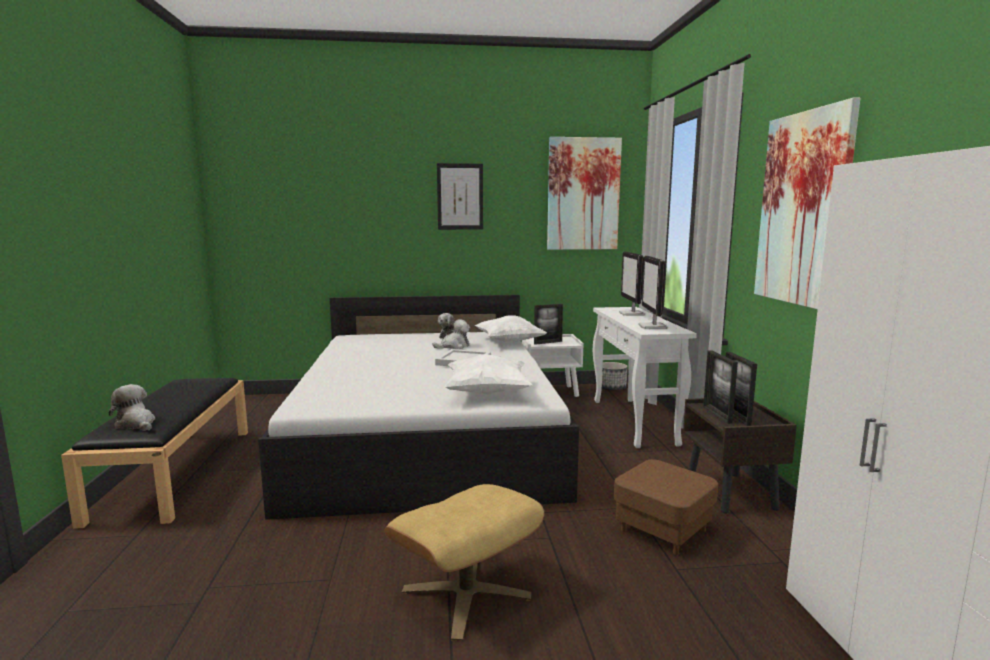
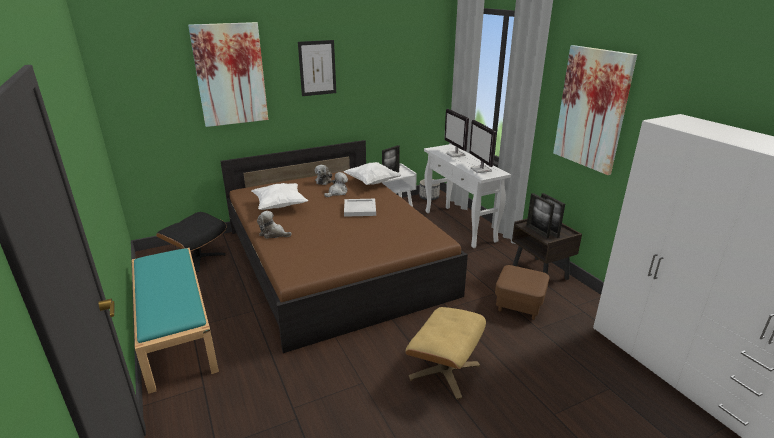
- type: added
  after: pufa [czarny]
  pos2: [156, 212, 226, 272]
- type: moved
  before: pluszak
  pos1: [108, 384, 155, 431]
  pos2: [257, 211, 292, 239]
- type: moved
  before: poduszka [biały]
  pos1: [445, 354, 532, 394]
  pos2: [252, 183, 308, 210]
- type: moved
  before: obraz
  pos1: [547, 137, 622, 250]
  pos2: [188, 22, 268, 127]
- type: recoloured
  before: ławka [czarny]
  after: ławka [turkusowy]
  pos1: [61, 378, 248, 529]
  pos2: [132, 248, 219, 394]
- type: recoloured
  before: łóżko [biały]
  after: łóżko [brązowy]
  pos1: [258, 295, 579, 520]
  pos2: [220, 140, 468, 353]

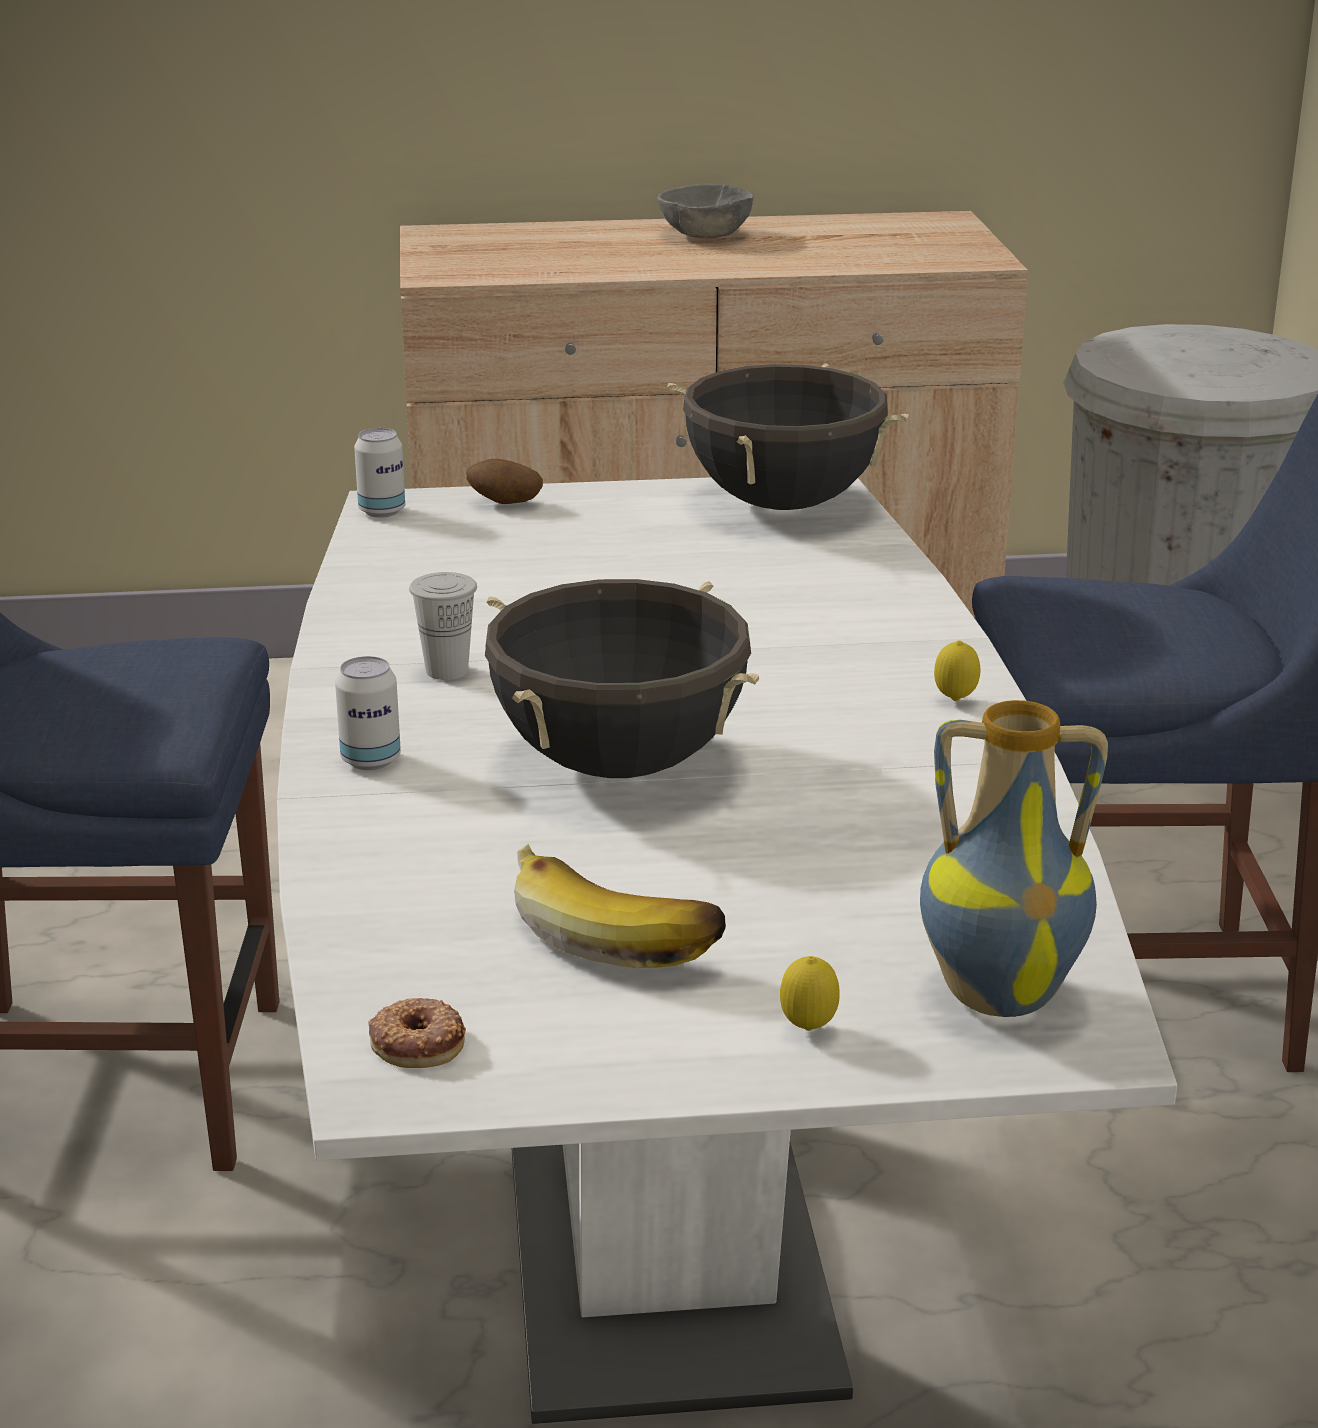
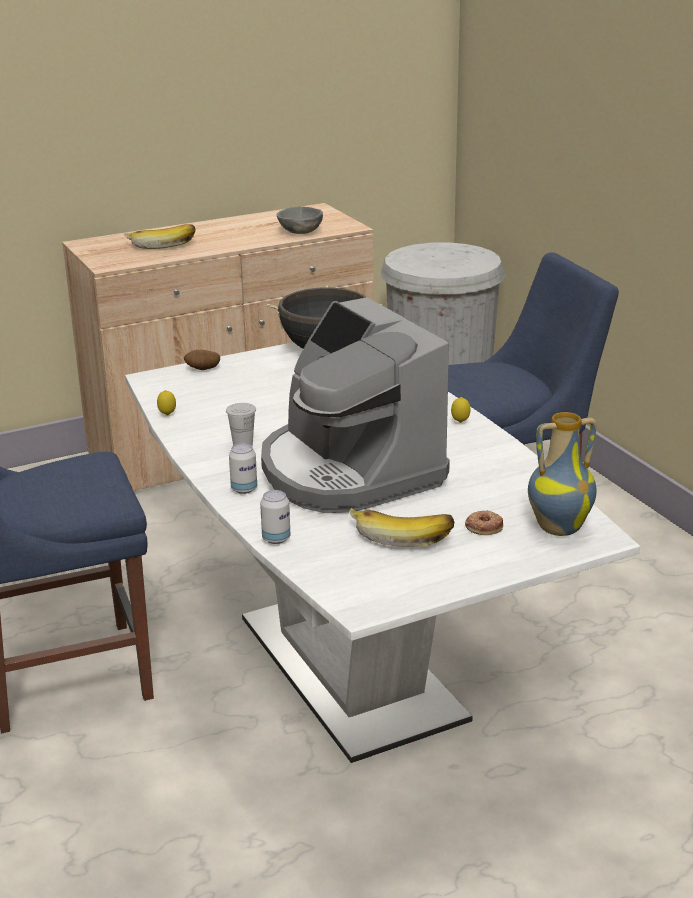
- type: added
  after: banan
  pos2: [124, 224, 195, 249]
- type: moved
  before: puszka
  pos1: [354, 428, 405, 518]
  pos2: [260, 490, 291, 544]
- type: moved
  before: donut
  pos1: [369, 998, 466, 1068]
  pos2: [465, 510, 503, 535]
- type: moved
  before: miska [szary]
  pos1: [657, 184, 754, 238]
  pos2: [277, 207, 323, 234]
- type: moved
  before: cytryna
  pos1: [780, 956, 840, 1031]
  pos2: [157, 390, 176, 415]
- type: replaced
  before: garnek [czarny]
  after: ekspres do kawy
  pos1: [485, 579, 759, 778]
  pos2: [261, 297, 450, 513]

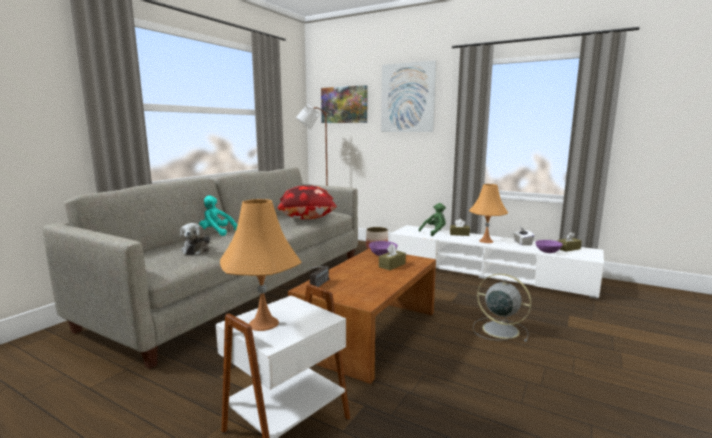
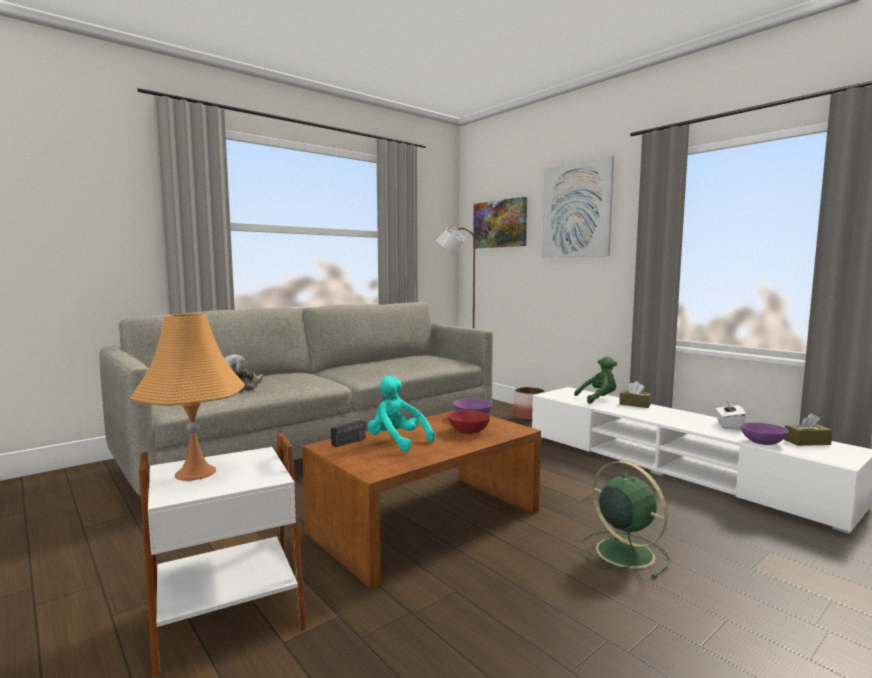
- type: removed
  before: poduszka
  pos1: [278, 185, 337, 219]
- type: removed
  before: lampa stołowa [pomarańczowy]
  pos1: [469, 184, 508, 243]
- type: moved
  before: pluszak [turkusowy]
  pos1: [199, 195, 237, 236]
  pos2: [368, 376, 435, 451]
- type: replaced
  before: pudełko chusteczek [brązowy]
  after: miska [czerwony]
  pos1: [379, 243, 406, 270]
  pos2: [447, 410, 490, 434]
- type: recoloured
  before: wentylator [szary]
  after: wentylator [zielony]
  pos1: [473, 274, 531, 342]
  pos2: [579, 461, 670, 578]

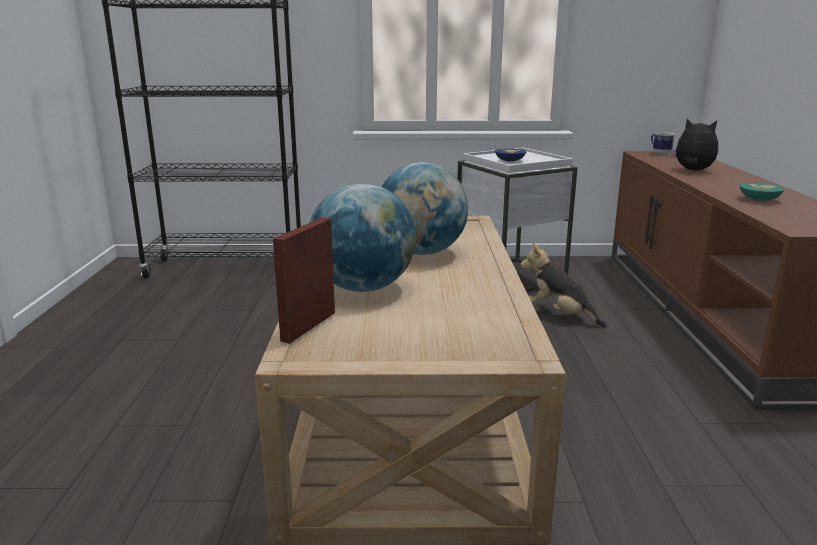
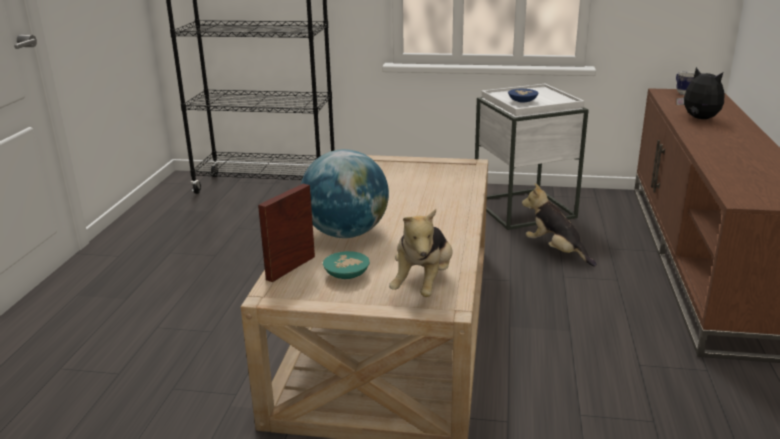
- type: removed
  before: globus
  pos1: [381, 162, 468, 255]
- type: added
  after: pluszak
  pos2: [389, 209, 453, 297]
- type: moved
  before: miska [turkusowy]
  pos1: [739, 183, 785, 201]
  pos2: [323, 251, 370, 279]

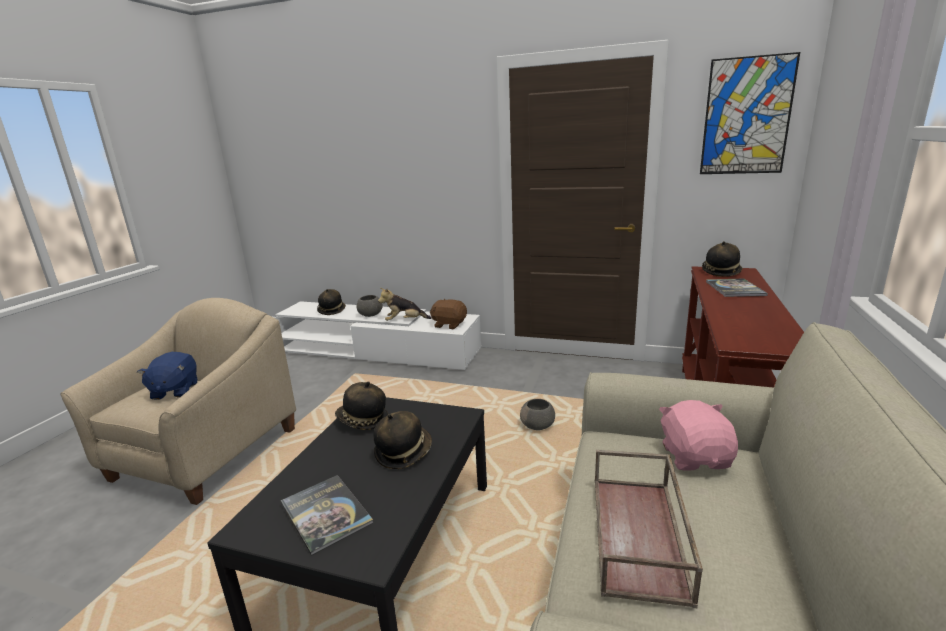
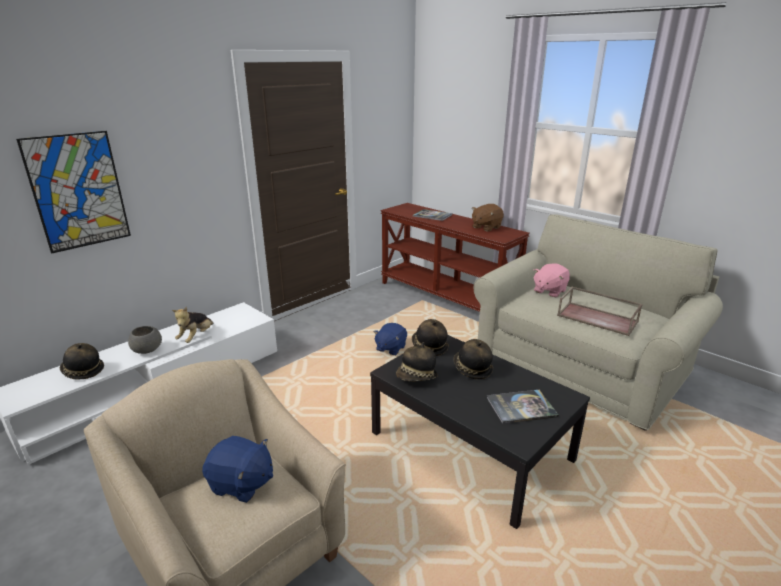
- type: moved
  before: pluszak [brązowy]
  pos1: [430, 299, 467, 329]
  pos2: [472, 204, 504, 231]
- type: moved
  before: obraz
  pos1: [700, 52, 800, 174]
  pos2: [16, 131, 131, 254]
- type: moved
  before: kapelusz
  pos1: [702, 241, 743, 277]
  pos2: [412, 319, 449, 356]
- type: replaced
  before: miska [szary]
  after: pluszak [niebieski]
  pos1: [520, 399, 555, 430]
  pos2: [374, 323, 407, 355]
- type: turned
  before: pluszak [różowy]
  pos1: [659, 400, 738, 471]
  pos2: [533, 263, 570, 297]
  turn: -75

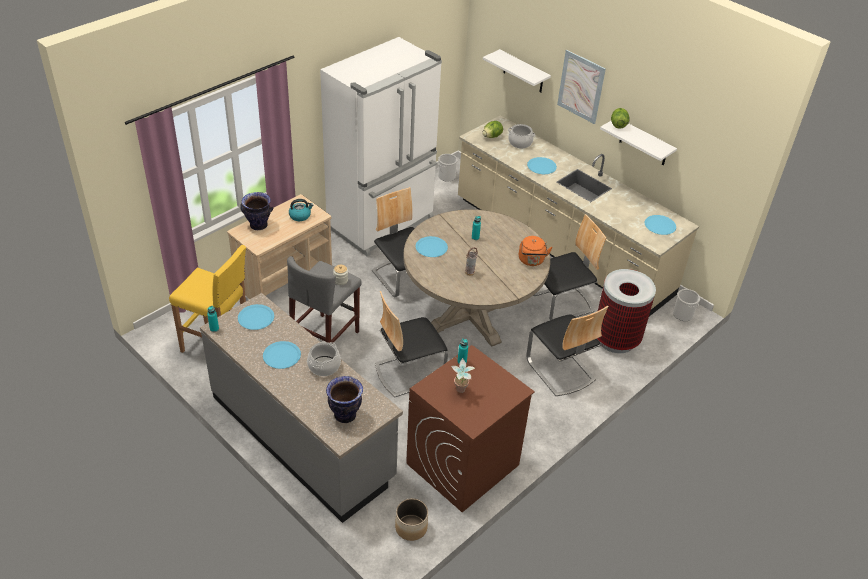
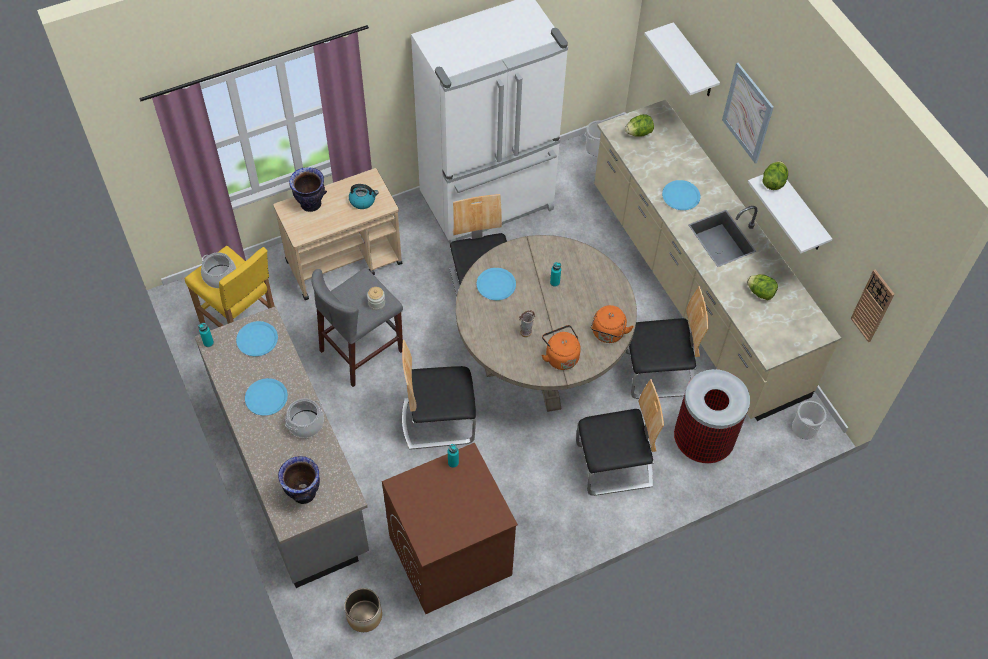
- type: removed
  before: roślina doniczkowa
  pos1: [451, 358, 475, 393]
- type: removed
  before: talerz [niebieski]
  pos1: [645, 215, 676, 235]
- type: added
  after: czajnik [pomarańczowy]
  pos2: [542, 325, 581, 370]
- type: added
  after: sałata
  pos2: [747, 274, 778, 300]
- type: added
  after: zegar ścienny
  pos2: [851, 270, 895, 342]
- type: moved
  before: garnek
  pos1: [508, 124, 535, 149]
  pos2: [201, 252, 236, 288]
- type: turned
  before: krzesło
  pos1: [526, 306, 609, 396]
  pos2: [576, 379, 664, 496]
  turn: -90

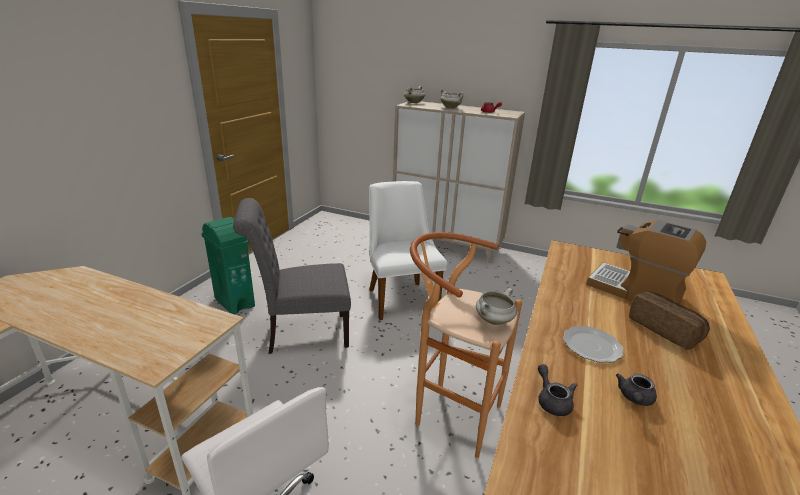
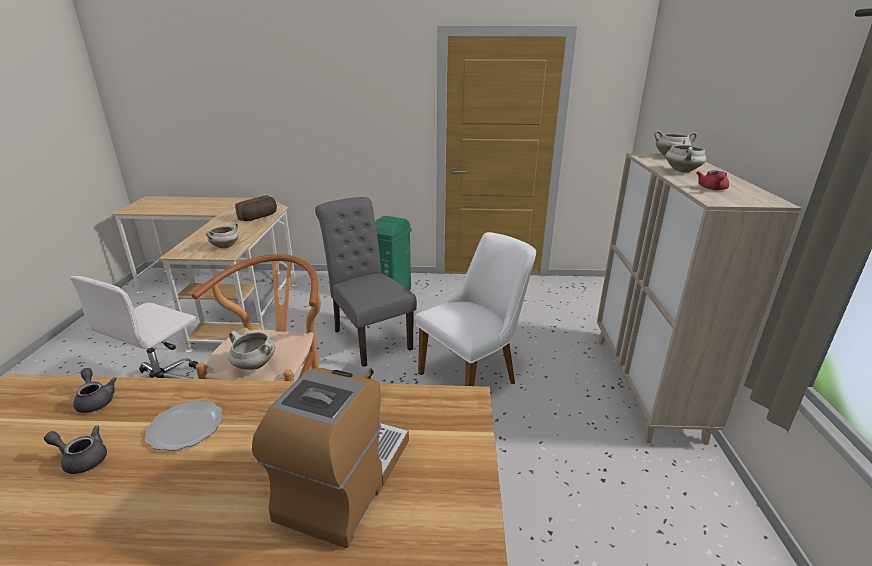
- type: added
  after: garnek [biały]
  pos2: [206, 223, 239, 249]
- type: moved
  before: chleb
  pos1: [629, 291, 710, 350]
  pos2: [235, 195, 277, 221]
- type: turned
  before: imbryk [szary]
  pos1: [538, 364, 577, 416]
  pos2: [73, 368, 117, 413]
  turn: -90

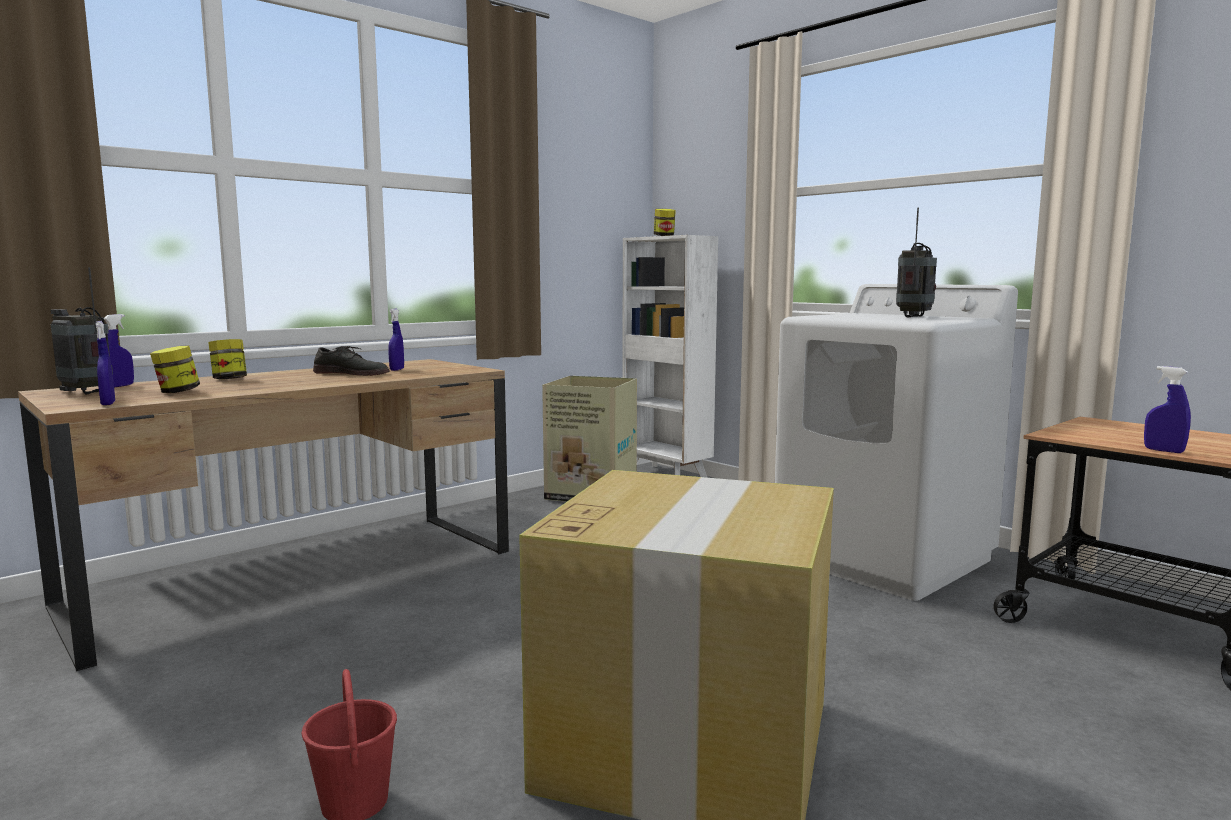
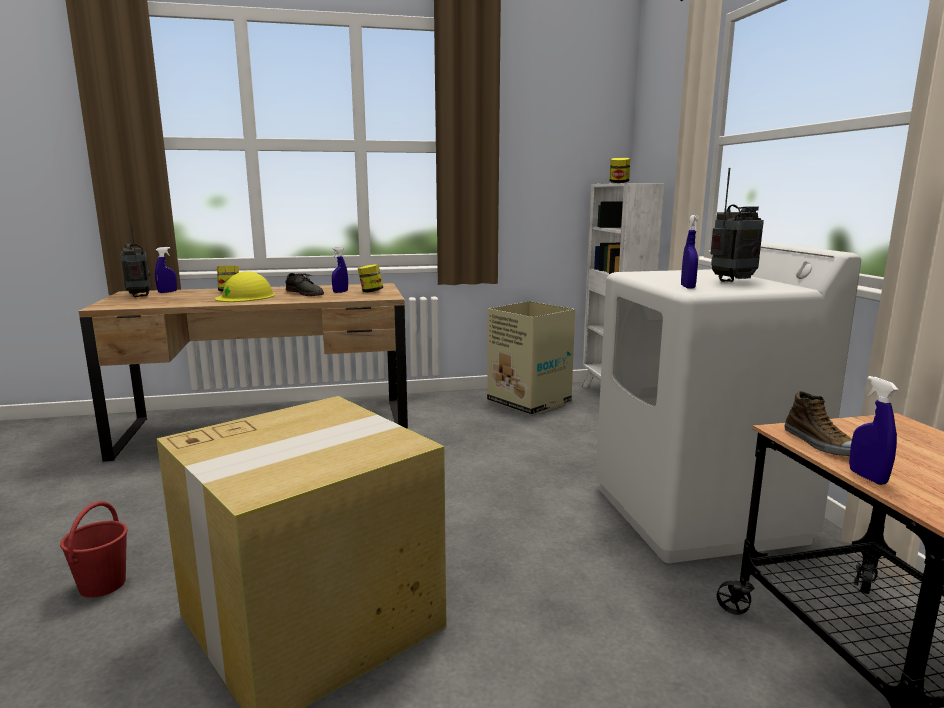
- type: added
  after: kask [żółty]
  pos2: [215, 271, 275, 302]
- type: added
  after: but
  pos2: [785, 391, 852, 456]
- type: moved
  before: spryskiwacz [niebieski]
  pos1: [96, 321, 115, 405]
  pos2: [681, 215, 699, 289]
- type: moved
  before: słoik
  pos1: [150, 345, 200, 393]
  pos2: [358, 264, 383, 292]

